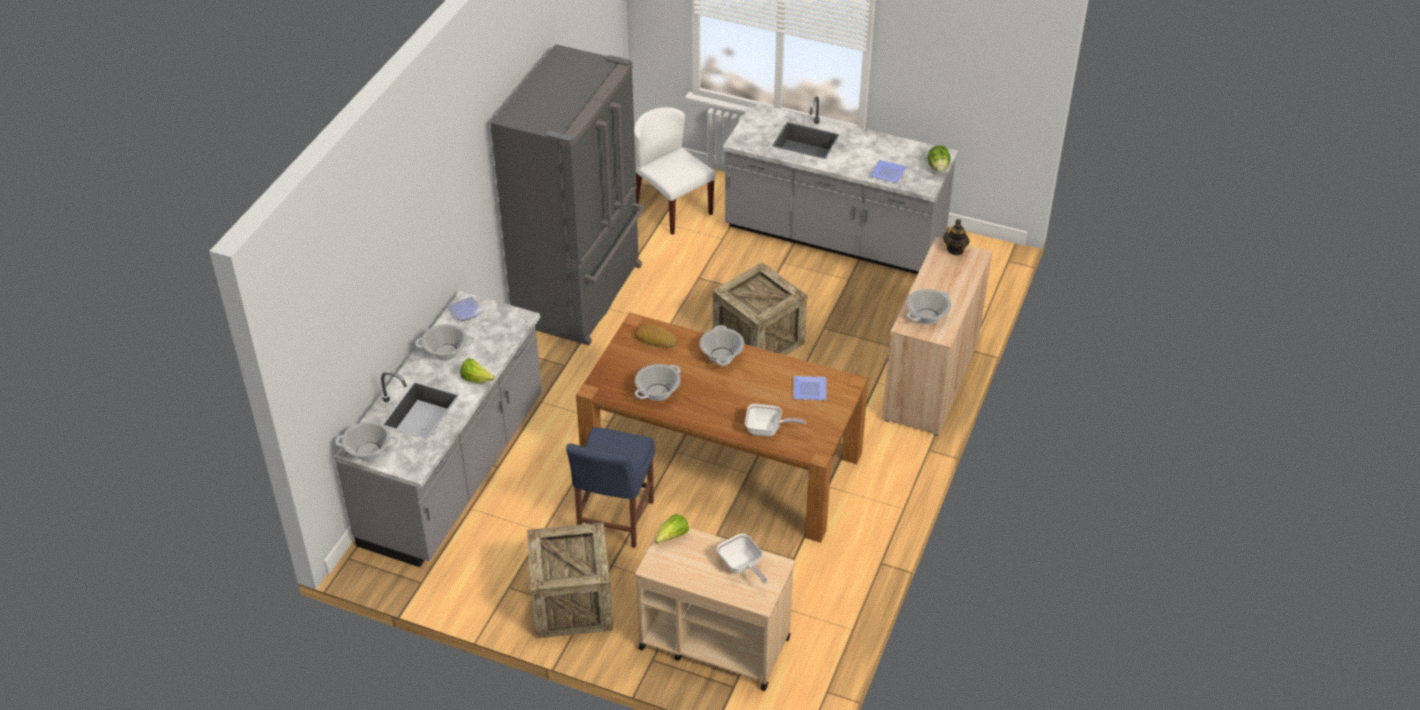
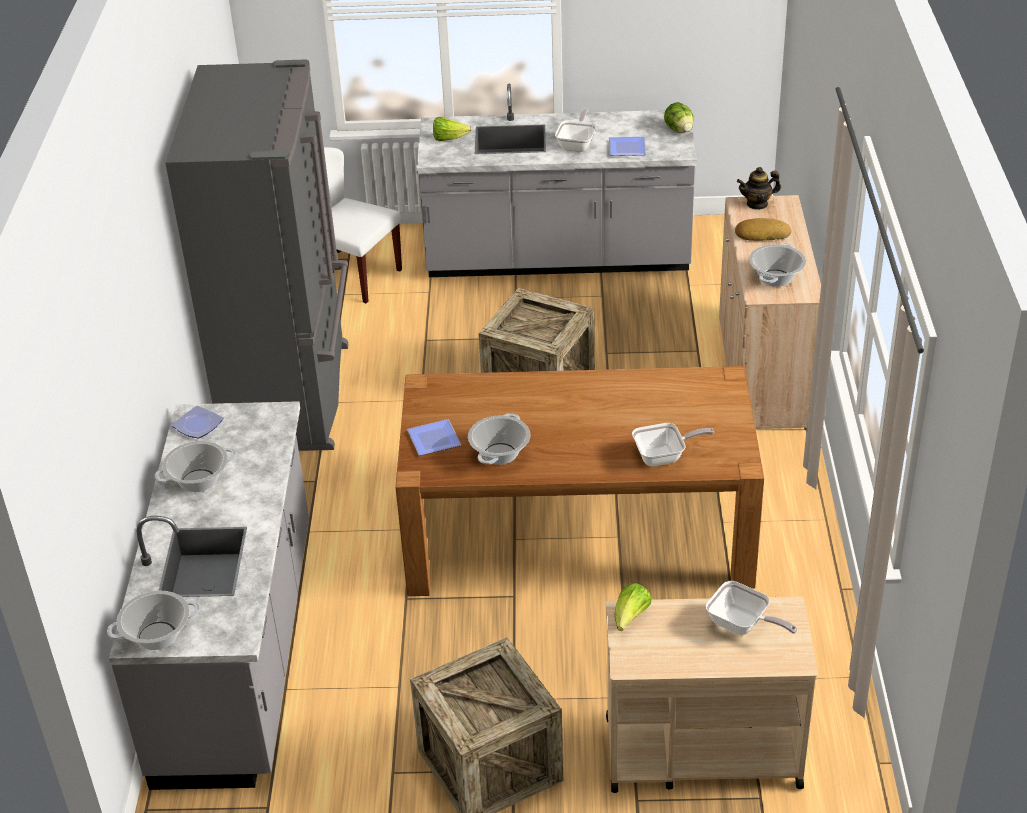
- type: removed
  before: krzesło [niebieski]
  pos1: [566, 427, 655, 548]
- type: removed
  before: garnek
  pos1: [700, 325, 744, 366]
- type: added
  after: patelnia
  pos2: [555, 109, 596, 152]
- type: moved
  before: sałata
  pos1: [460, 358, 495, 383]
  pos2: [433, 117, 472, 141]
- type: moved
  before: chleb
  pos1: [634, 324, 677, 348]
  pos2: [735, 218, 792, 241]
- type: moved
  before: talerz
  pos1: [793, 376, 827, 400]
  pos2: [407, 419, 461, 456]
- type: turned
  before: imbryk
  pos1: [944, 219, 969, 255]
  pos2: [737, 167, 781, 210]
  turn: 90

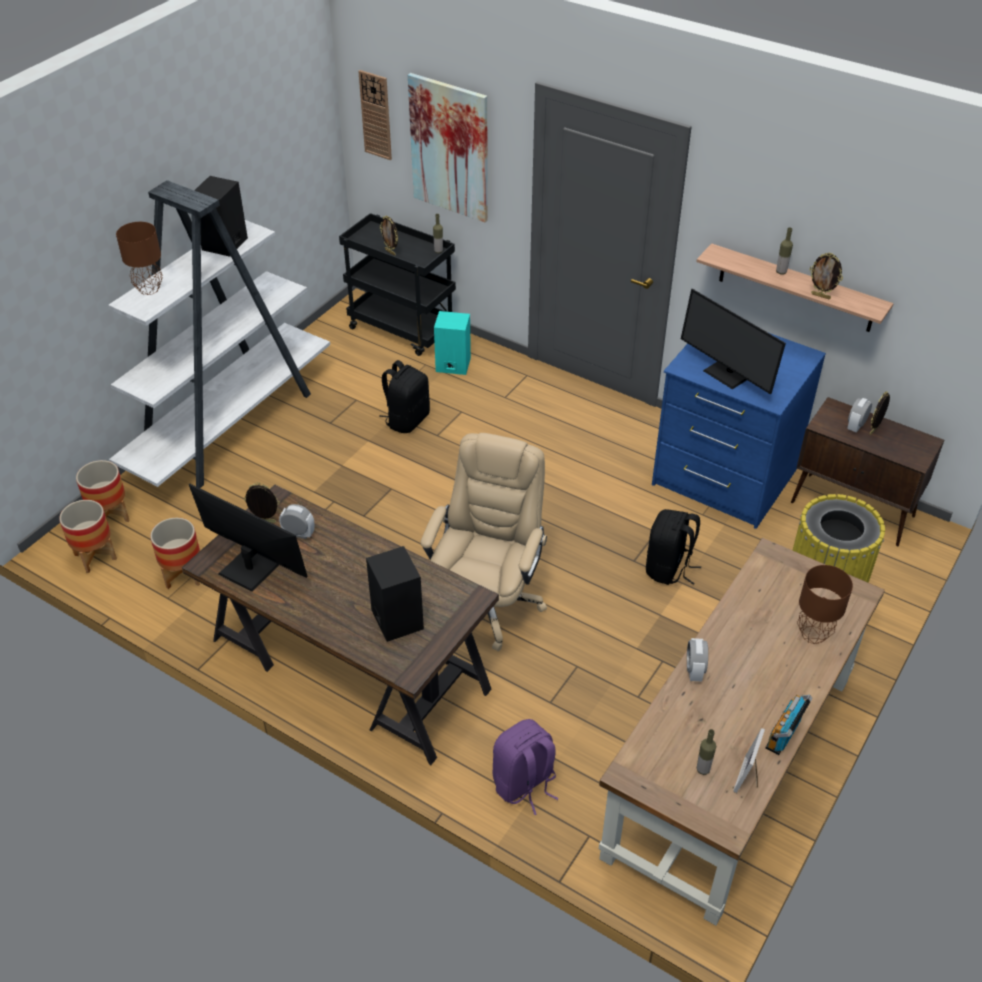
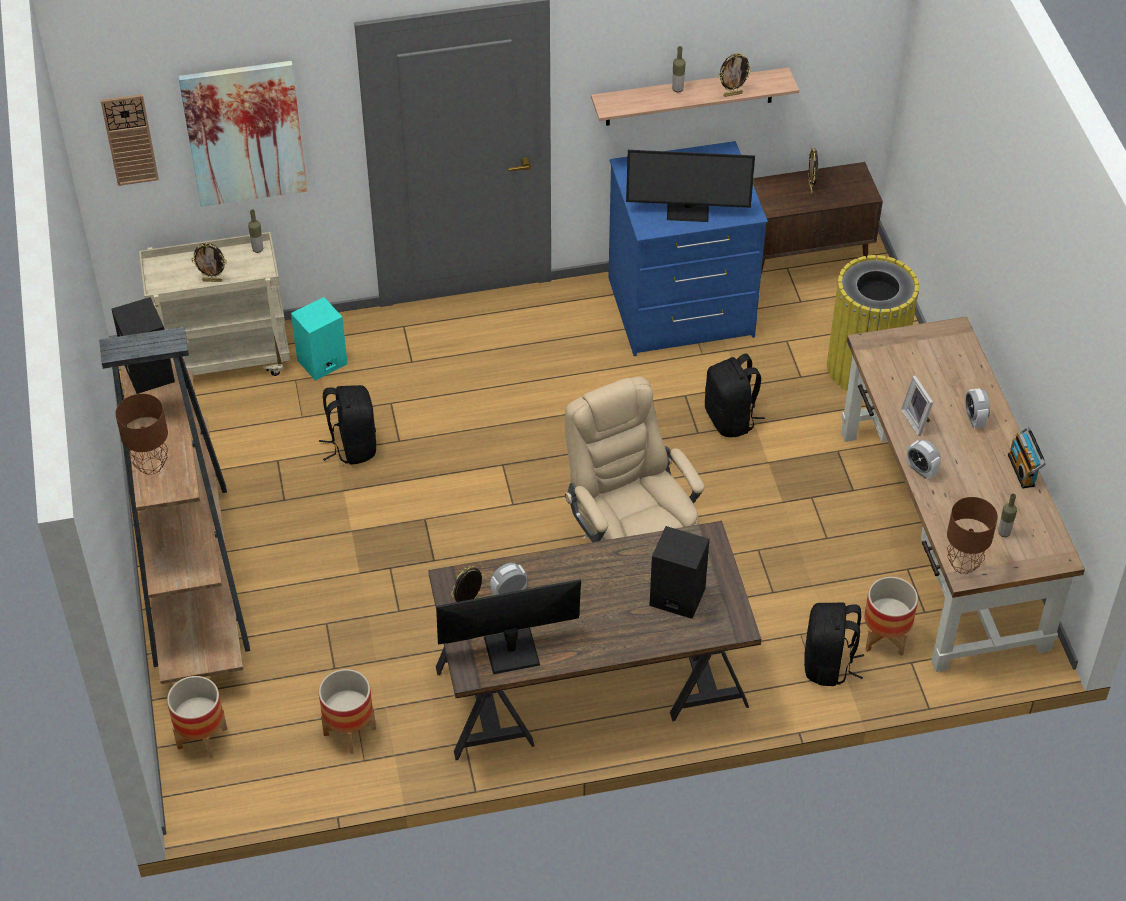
- type: moved
  before: donica
  pos1: [59, 500, 117, 573]
  pos2: [864, 577, 918, 656]
- type: moved
  before: ramka na zdjęcie
  pos1: [733, 728, 765, 793]
  pos2: [901, 376, 933, 436]
- type: moved
  before: lampa stołowa [brązowy]
  pos1: [797, 565, 853, 644]
  pos2: [947, 497, 998, 574]
- type: moved
  before: budzik
  pos1: [847, 398, 872, 433]
  pos2: [965, 388, 990, 428]
- type: recoloured
  before: regał [biały]
  after: regał [brązowy]
  pos1: [108, 180, 330, 488]
  pos2: [99, 327, 250, 684]
- type: recoloured
  before: wózek [czarny]
  after: wózek [beżowy]
  pos1: [339, 213, 456, 356]
  pos2: [139, 231, 290, 376]
- type: recoloured
  before: plecak [fioletowy]
  after: plecak [czarny]
  pos1: [493, 719, 559, 815]
  pos2: [804, 602, 864, 686]

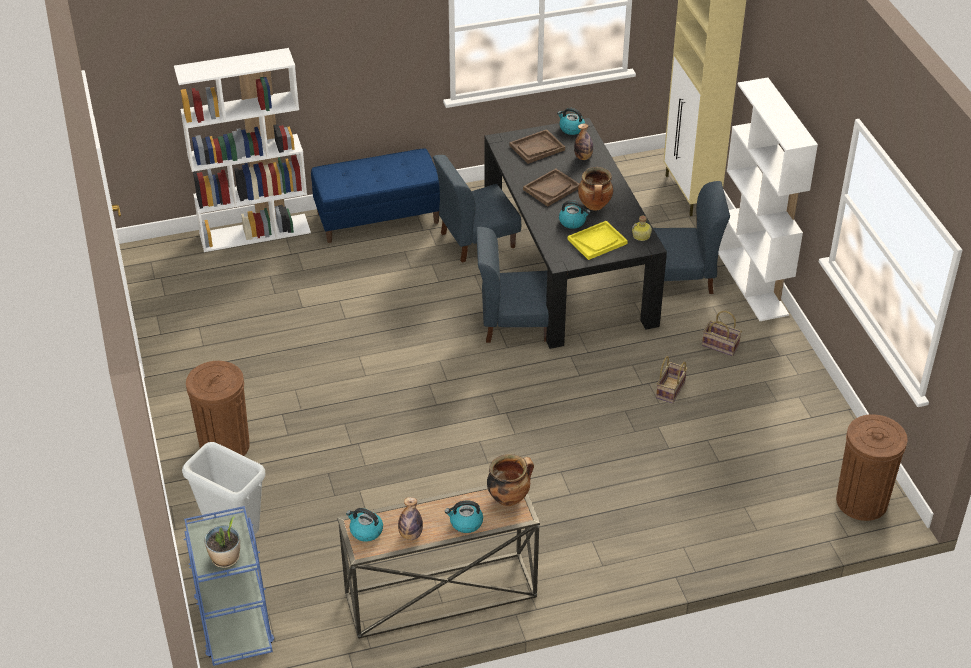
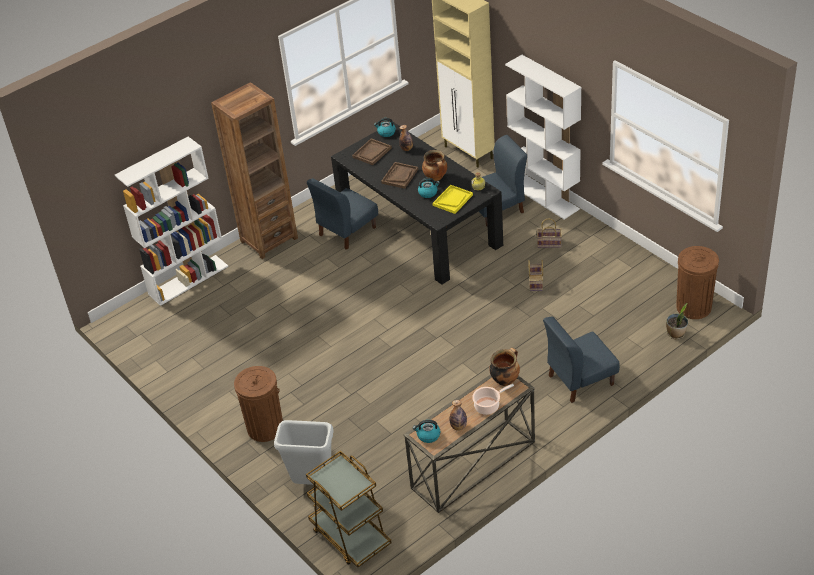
- type: moved
  before: roślina doniczkowa
  pos1: [204, 516, 240, 568]
  pos2: [666, 303, 688, 339]
- type: moved
  before: krzesło [niebieski]
  pos1: [476, 227, 549, 343]
  pos2: [543, 317, 620, 403]
- type: replaced
  before: ławka [niebieski]
  after: regał [brązowy]
  pos1: [311, 148, 440, 243]
  pos2: [211, 82, 298, 259]
- type: replaced
  before: czajnik
  after: garnek
  pos1: [445, 500, 483, 533]
  pos2: [472, 384, 514, 415]
- type: recoloured
  before: wózek [niebieski]
  after: wózek [brązowy]
  pos1: [184, 506, 274, 666]
  pos2: [306, 451, 392, 567]

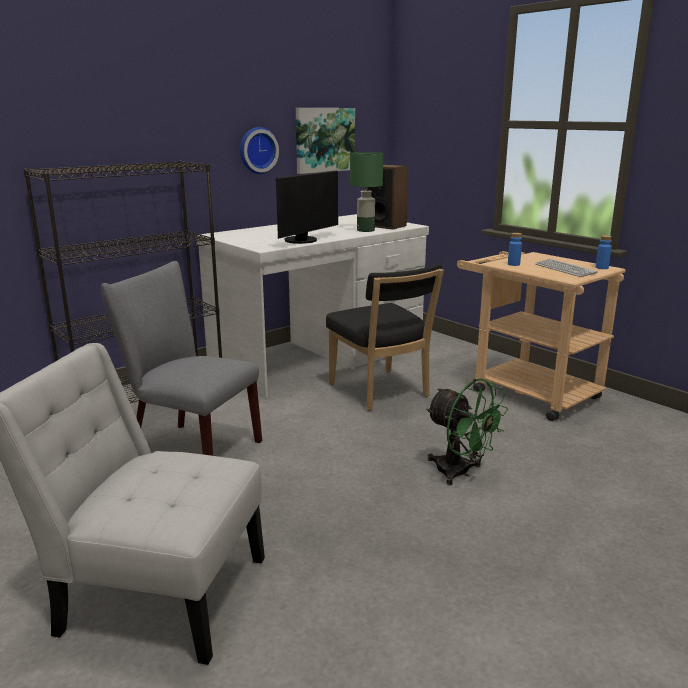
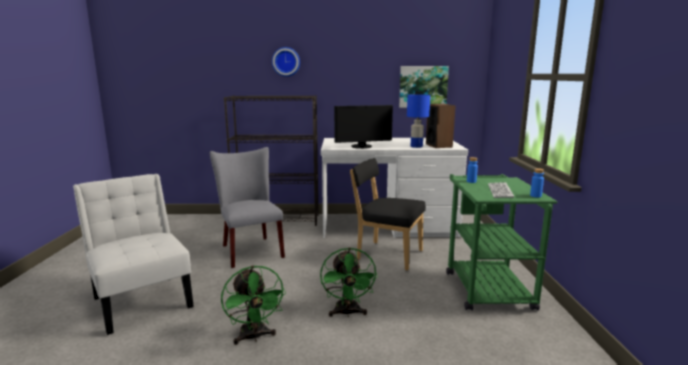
- type: added
  after: wentylator [zielony]
  pos2: [221, 265, 286, 345]
- type: moved
  before: zegar ścienny
  pos1: [240, 127, 279, 174]
  pos2: [272, 47, 300, 77]
- type: recoloured
  before: lampa stołowa [zielony]
  after: lampa stołowa [niebieski]
  pos1: [350, 152, 383, 232]
  pos2: [407, 94, 430, 148]
- type: recoloured
  before: wózek [beżowy]
  after: wózek [zielony]
  pos1: [457, 251, 626, 421]
  pos2: [446, 174, 557, 310]
- type: turned
  before: krzesło [czarny]
  pos1: [326, 264, 444, 411]
  pos2: [350, 158, 426, 271]
  turn: 105

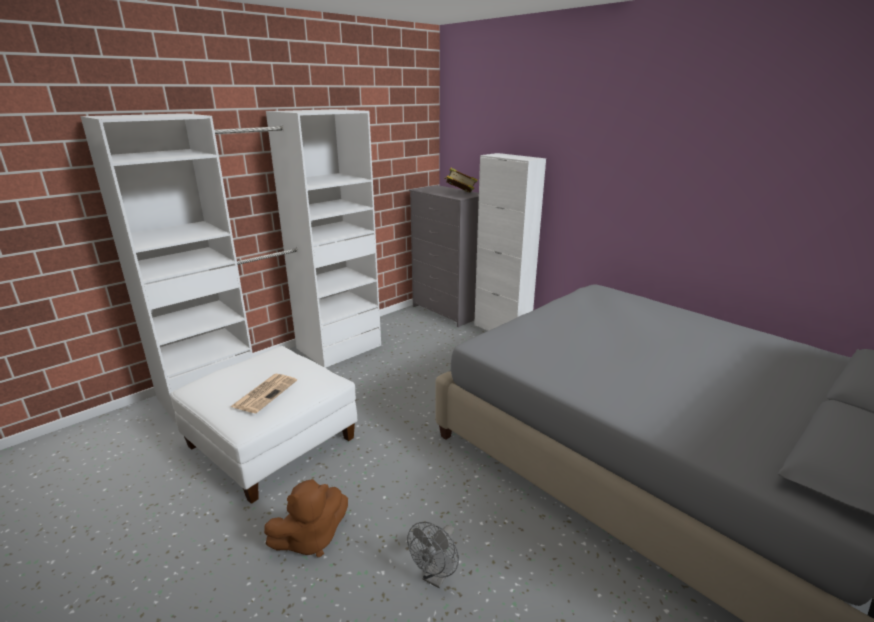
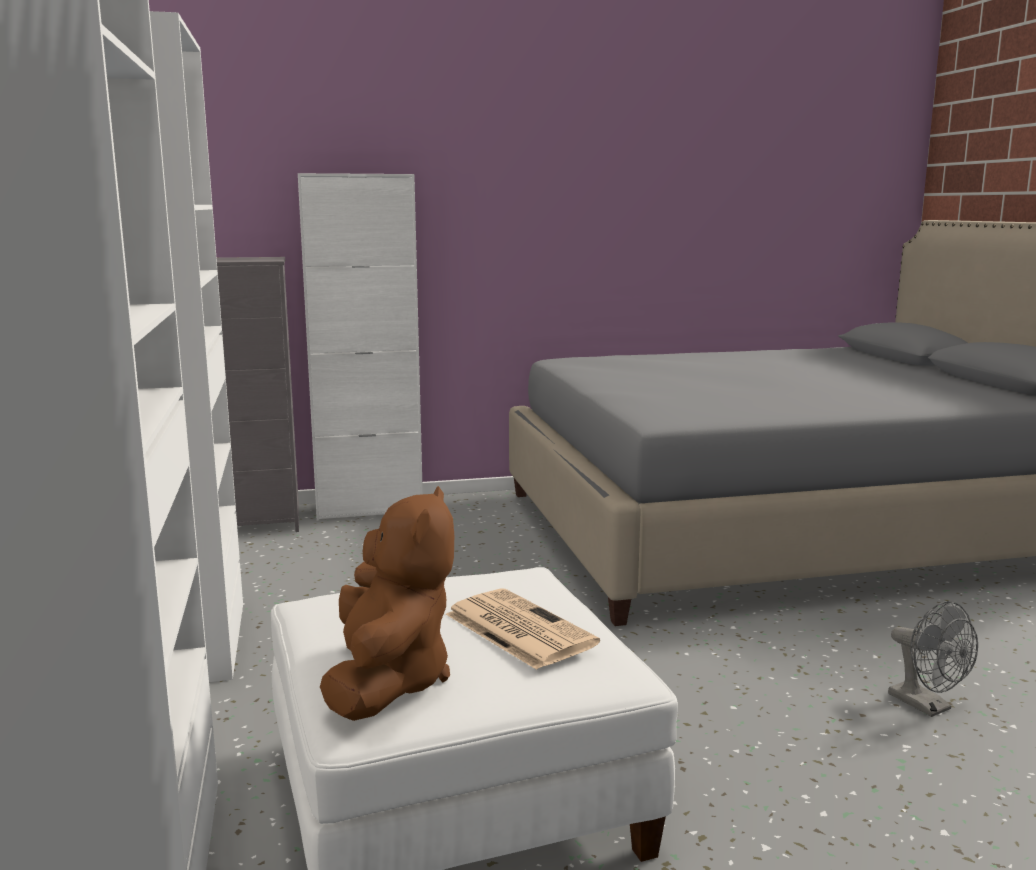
- type: removed
  before: książka
  pos1: [444, 168, 478, 193]
- type: moved
  before: pluszak [brązowy]
  pos1: [264, 479, 348, 557]
  pos2: [320, 486, 454, 721]

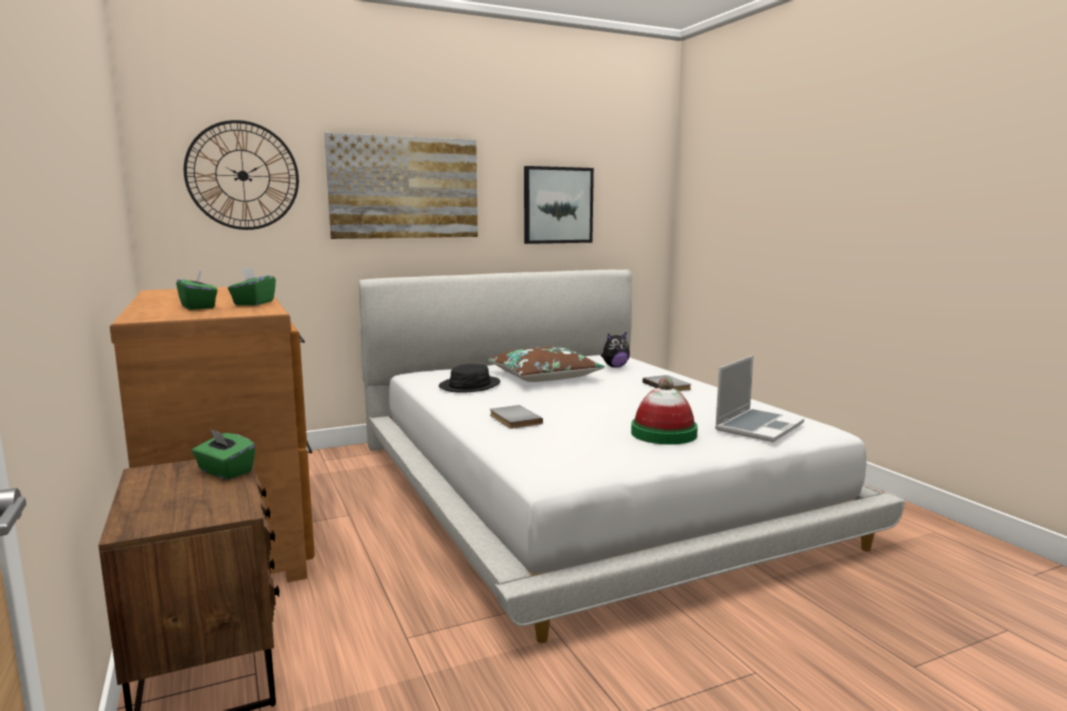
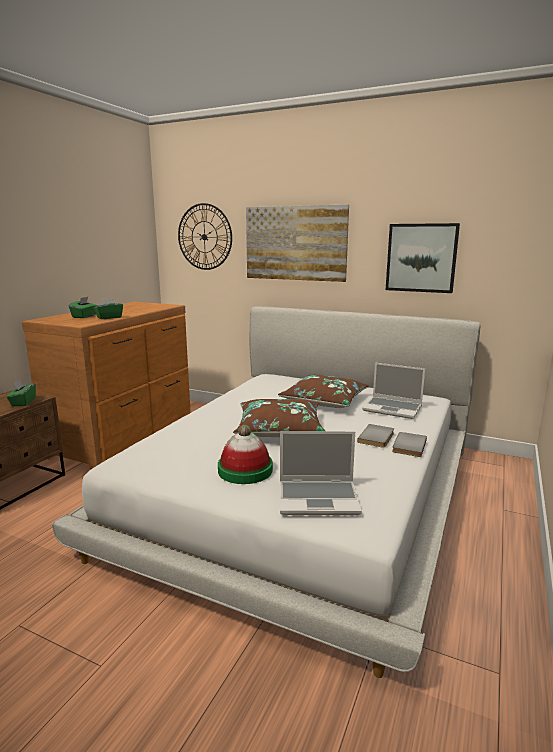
- type: removed
  before: kapelusz [czarny]
  pos1: [439, 364, 500, 393]
- type: added
  after: poduszka [brązowy]
  pos2: [233, 399, 325, 437]
- type: moved
  before: książka [szary]
  pos1: [490, 405, 543, 429]
  pos2: [392, 432, 427, 457]
- type: replaced
  before: pluszak
  after: laptop
  pos1: [601, 333, 630, 368]
  pos2: [362, 363, 425, 419]

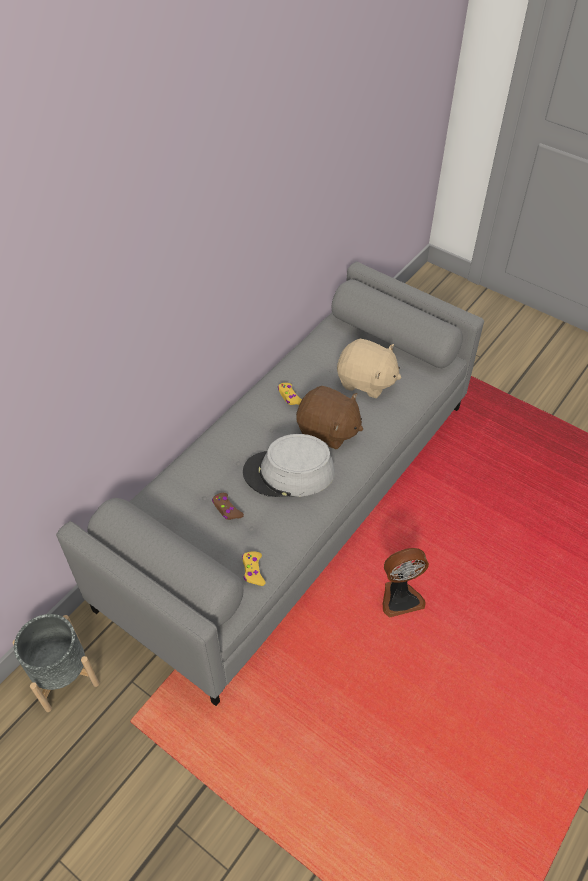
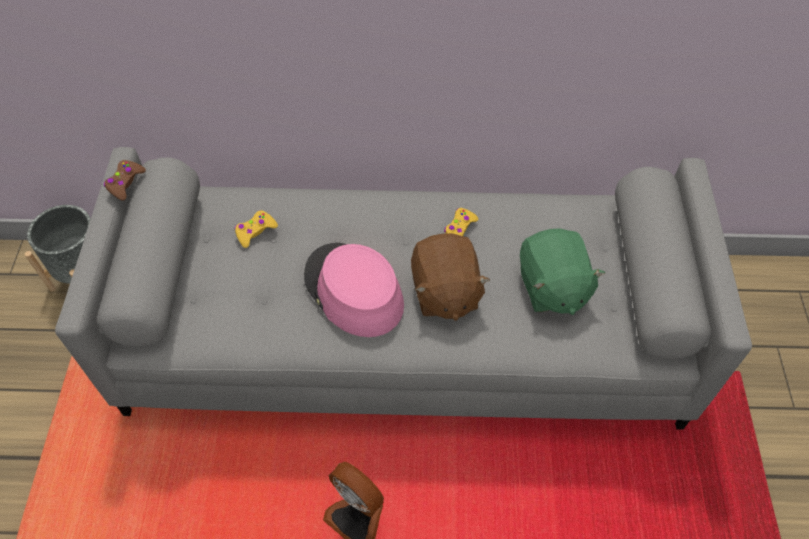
- type: moved
  before: pad do gier [brązowy]
  pos1: [212, 493, 244, 520]
  pos2: [104, 160, 146, 201]
- type: moved
  before: pad do gier [żółty]
  pos1: [242, 552, 265, 586]
  pos2: [235, 210, 278, 248]
- type: recoloured
  before: kapelusz [szary]
  after: kapelusz [różowy]
  pos1: [243, 434, 335, 497]
  pos2: [304, 243, 404, 337]
- type: recoloured
  before: pluszak [beżowy]
  after: pluszak [zielony]
  pos1: [337, 339, 401, 398]
  pos2: [520, 228, 605, 315]

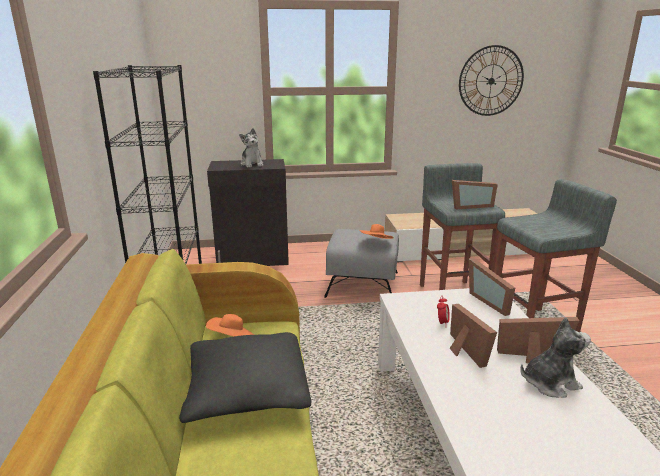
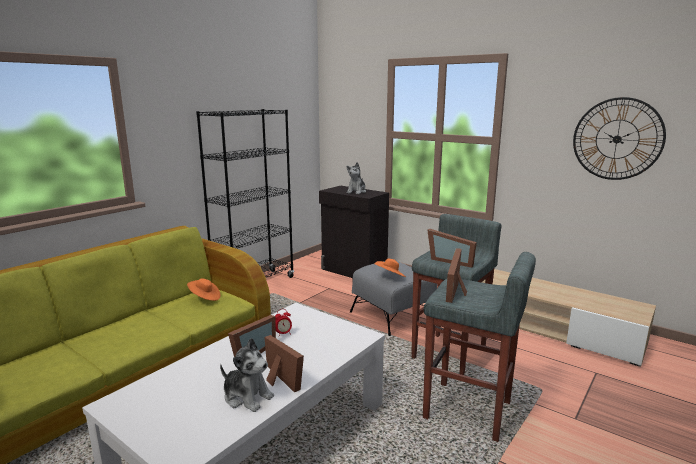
- type: removed
  before: poduszka [czarny]
  pos1: [179, 332, 311, 423]
- type: moved
  before: ramka na zdjęcie
  pos1: [469, 258, 515, 316]
  pos2: [446, 248, 467, 303]

